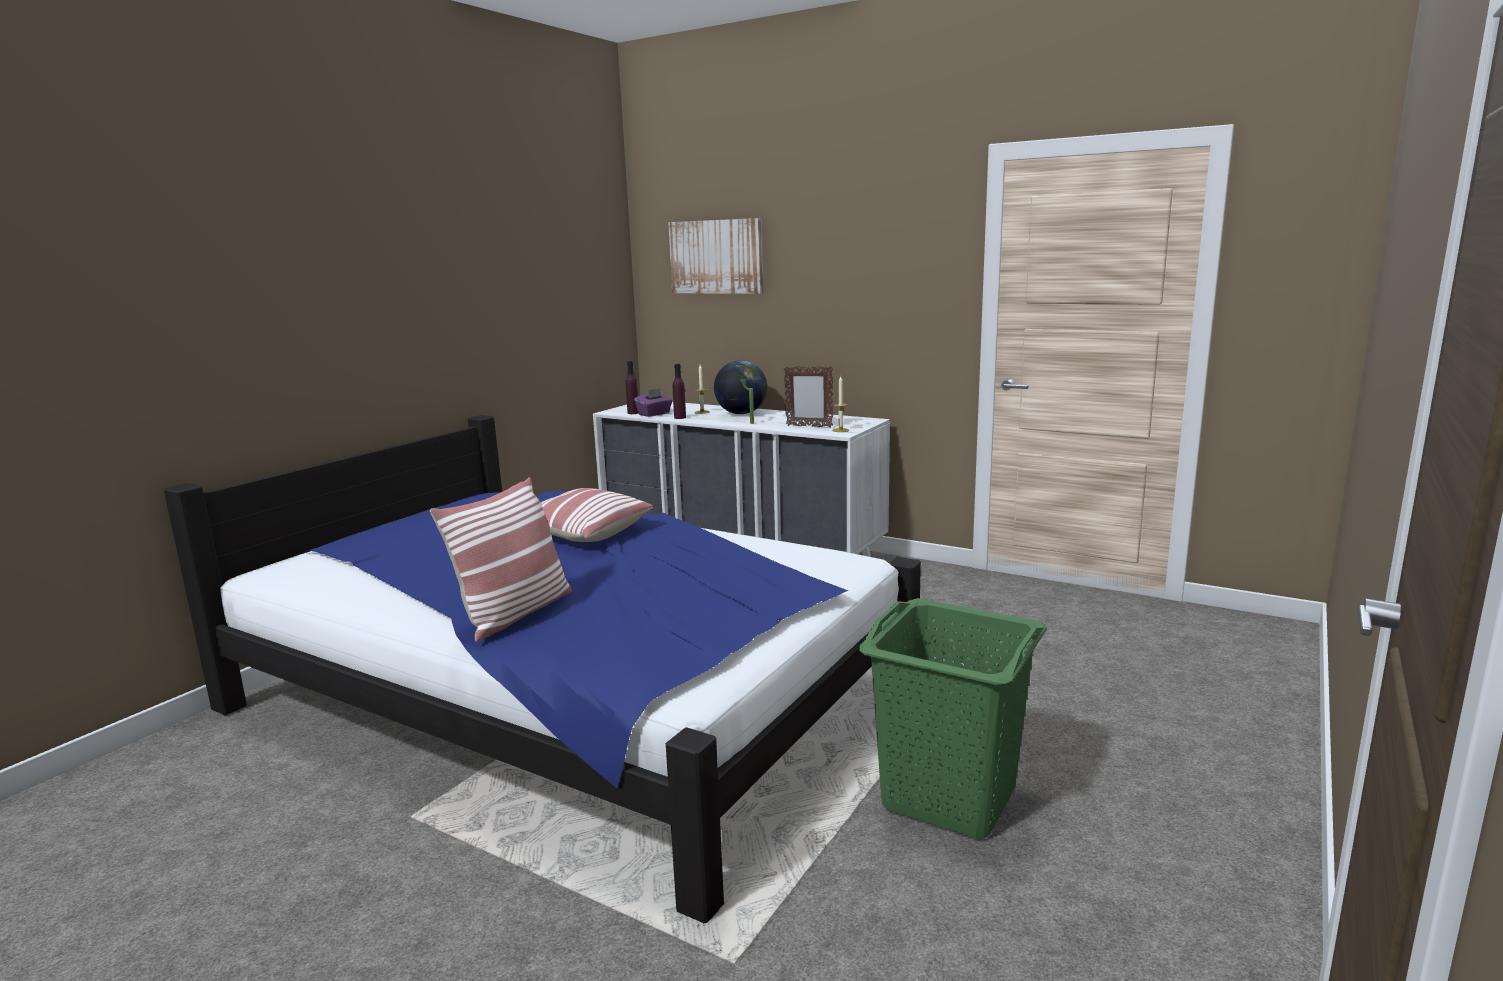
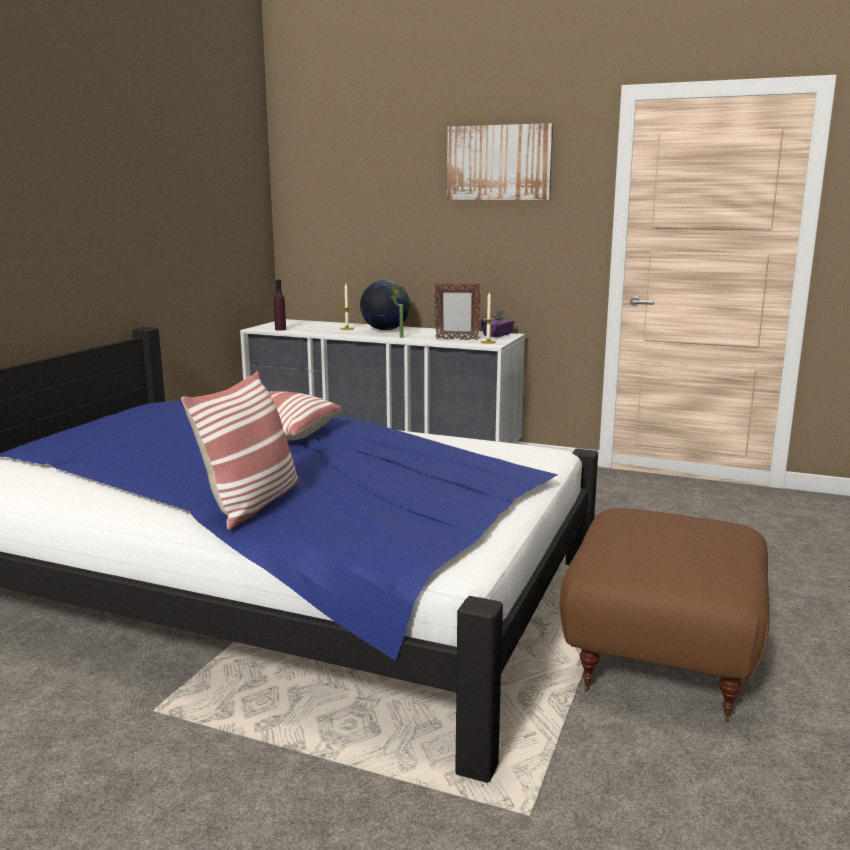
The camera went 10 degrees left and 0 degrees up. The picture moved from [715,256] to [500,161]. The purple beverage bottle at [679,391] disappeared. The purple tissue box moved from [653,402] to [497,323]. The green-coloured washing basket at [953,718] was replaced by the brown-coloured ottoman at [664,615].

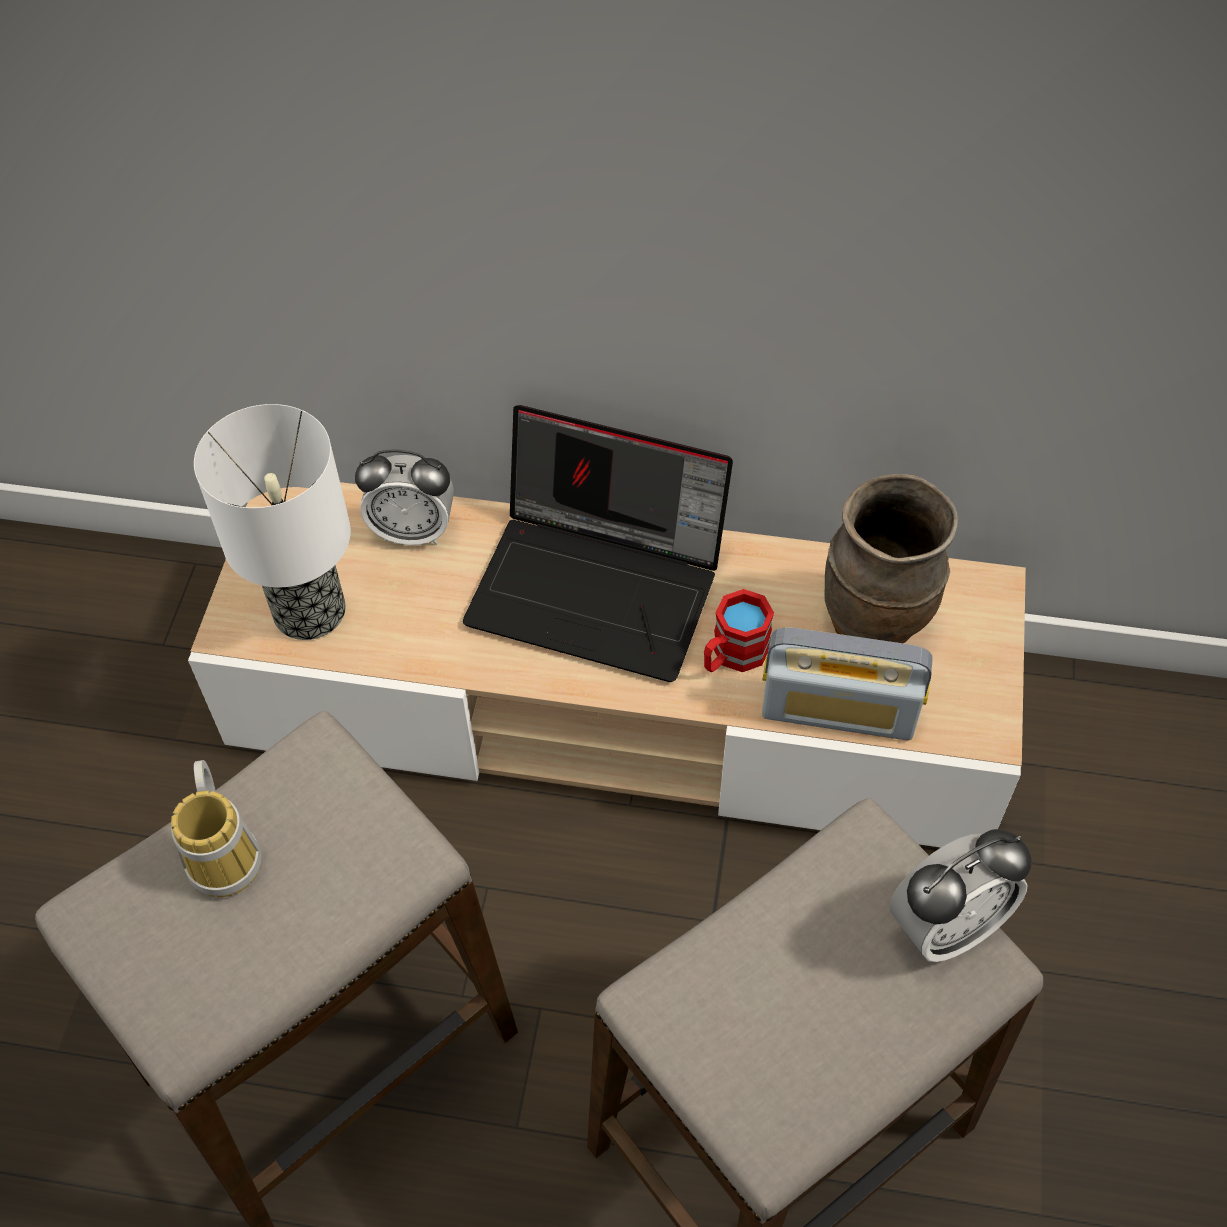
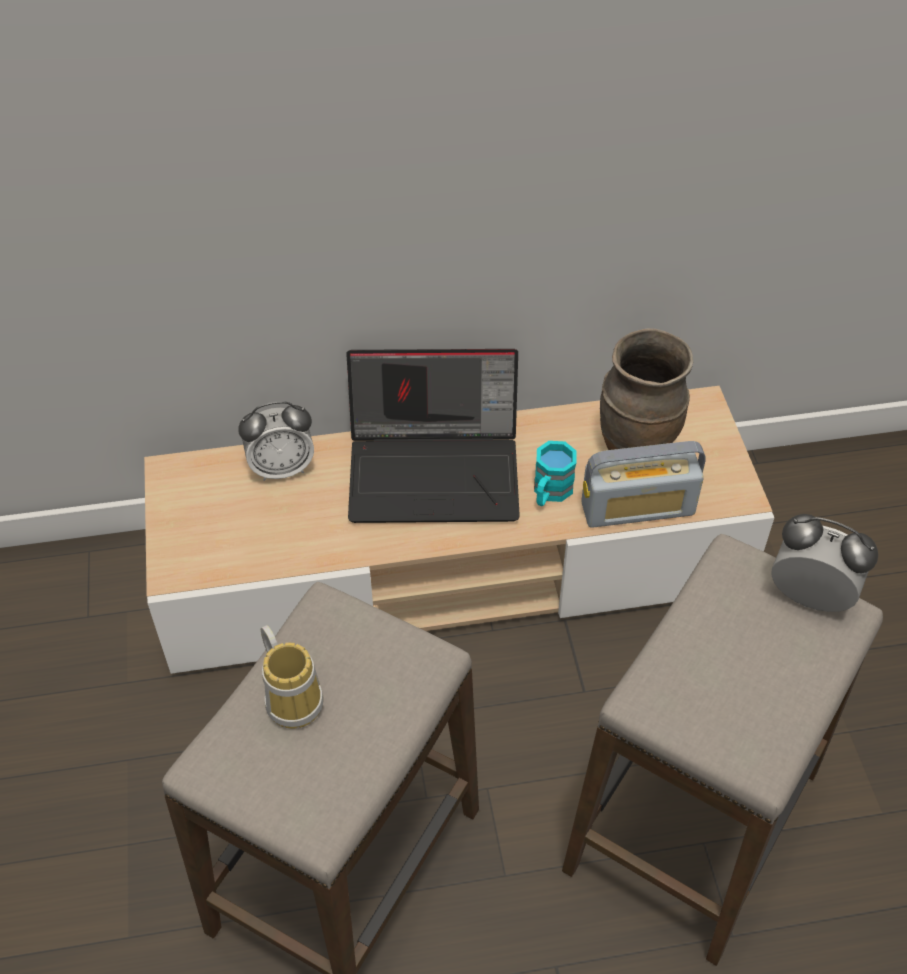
The camera went 20 degrees left and 5 degrees down. The table lamp at [272,522] disappeared. The reddish mug at [739,630] became the turquoise mug at [555,473]. The alarm clock at [960,895] turned 105 degrees counterclockwise.

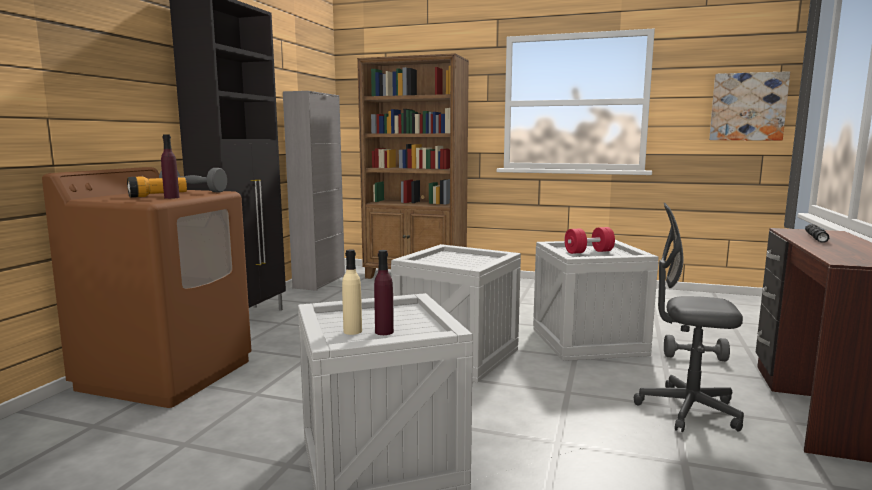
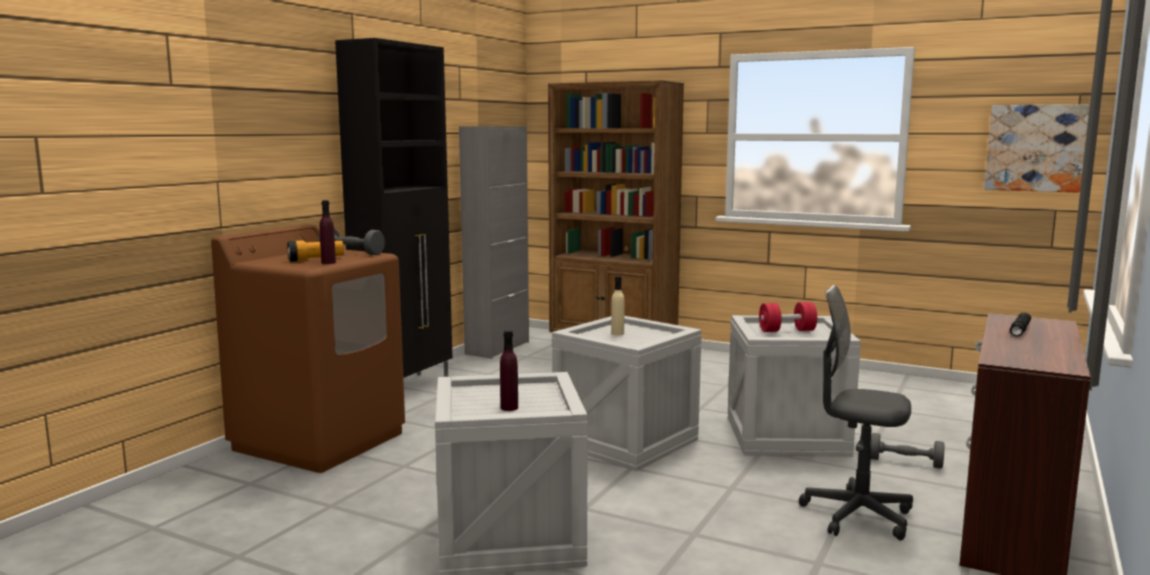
The camera went 10 degrees right and 0 degrees up. The beige beverage bottle moved from [352,292] to [618,305].

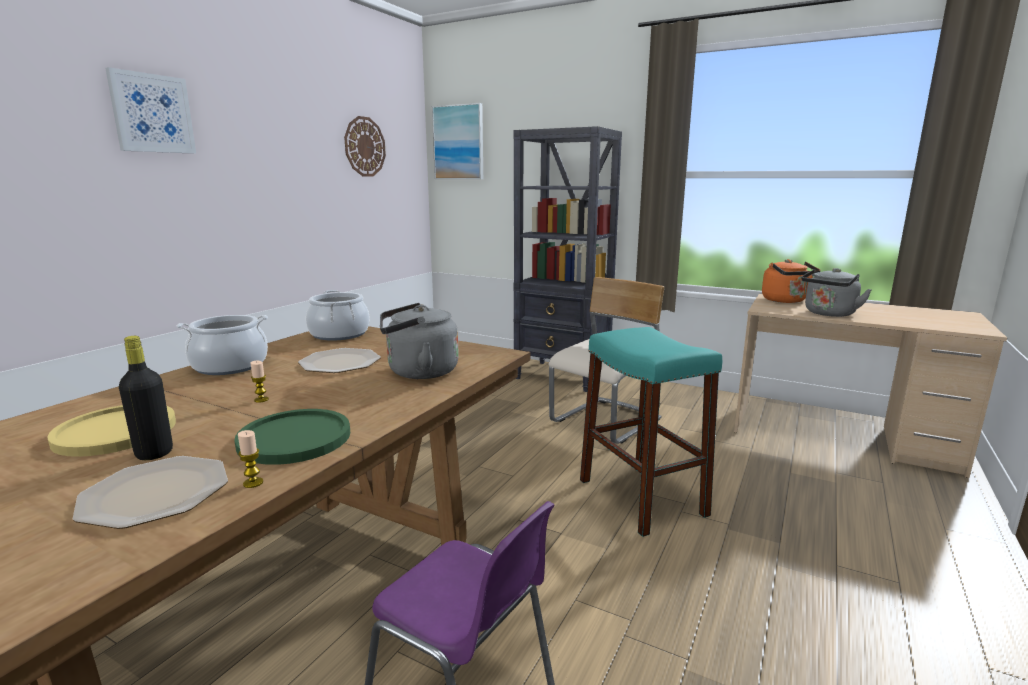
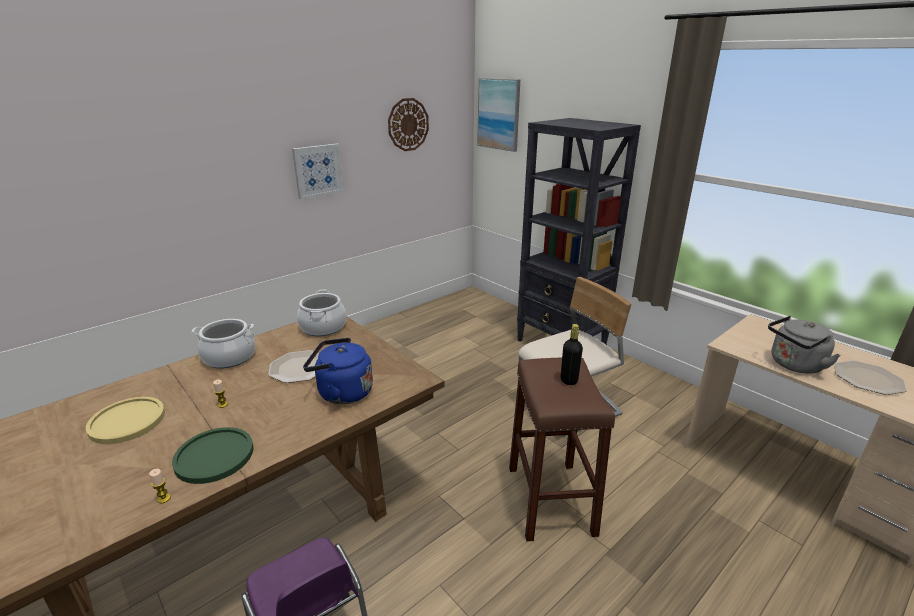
The camera went 20 degrees right and 10 degrees up. The picture moved from [150,110] to [318,172]. The orangey water kettle at [791,281] disappeared. The grey water kettle at [419,341] became the bluish water kettle at [338,371]. The turquoise stool seat at [651,432] became the brown-coloured stool seat at [562,449]. The blackish beverage bottle moved from [146,398] to [572,354]. The flat dish moved from [150,492] to [871,378].

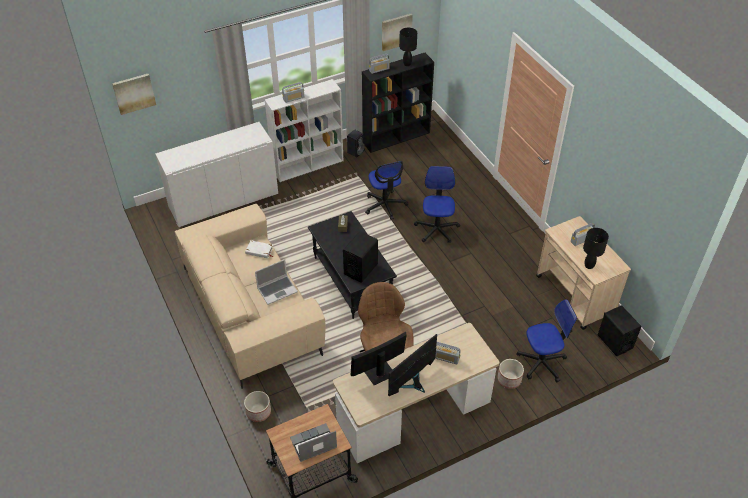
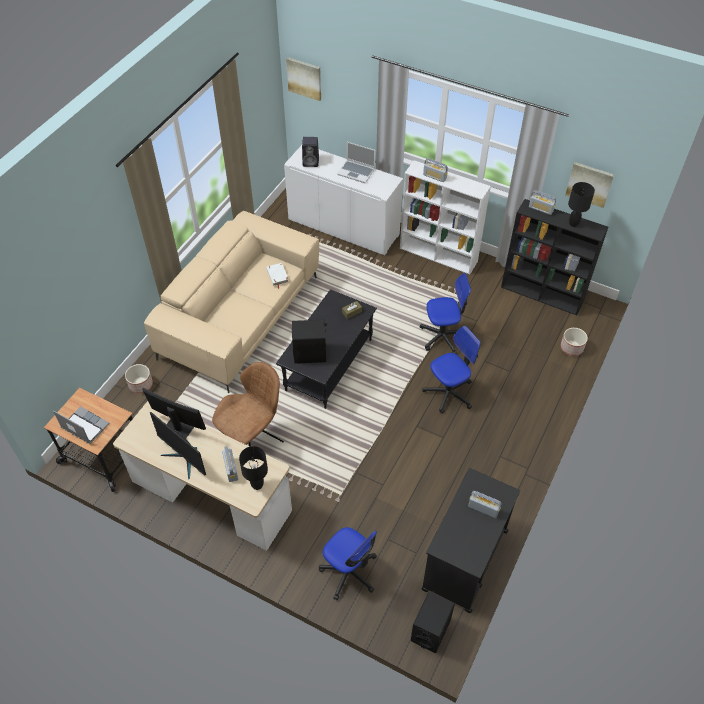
The camera went 55 degrees right and 5 degrees up. The blackish loudspeaker moved from [356,143] to [310,152]. The desk chair at [386,190] turned 135 degrees counterclockwise. The beige wheeled cart at [583,273] became the blackish wheeled cart at [470,540]. The blackish table lamp moved from [596,248] to [253,468]. The portable computer moved from [276,282] to [356,162]. The computer screen at [412,365] turned 150 degrees counterclockwise. The plant pot moved from [510,374] to [574,342].

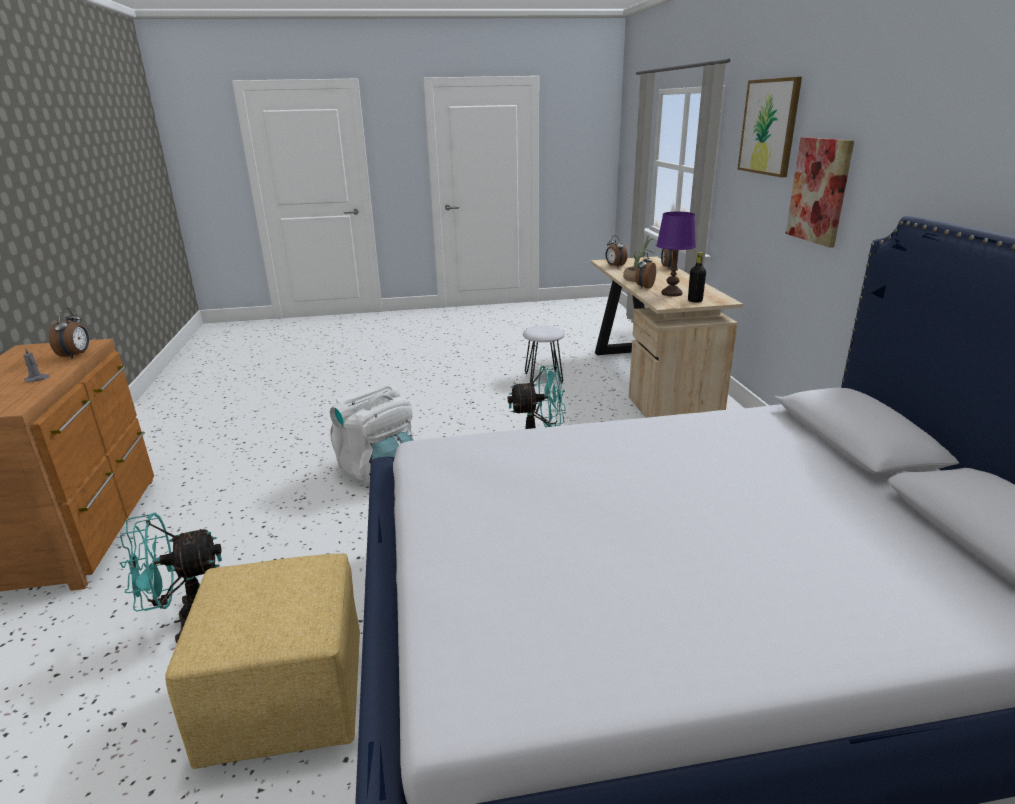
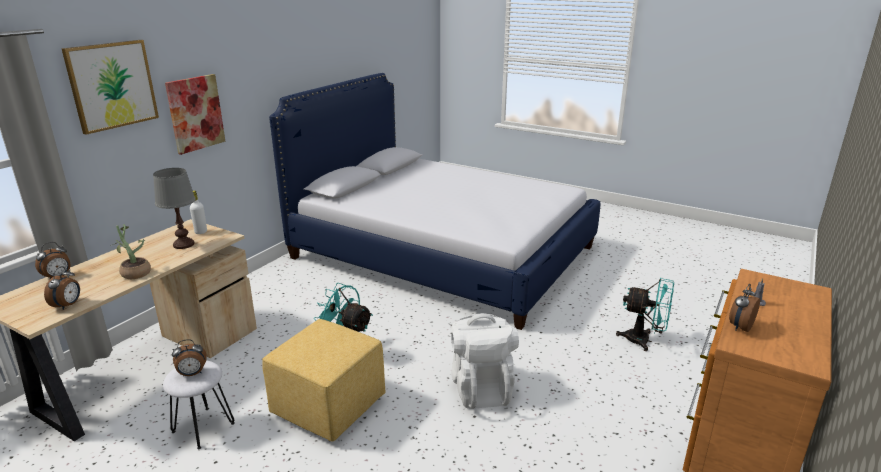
The camera went 140 degrees left and 0 degrees up. The purple table lamp at [676,254] became the grey table lamp at [174,208]. The blackish beverage bottle at [697,277] became the white beverage bottle at [198,212]. The alarm clock moved from [645,271] to [189,358]. The yellow-coloured ottoman moved from [262,661] to [324,380].

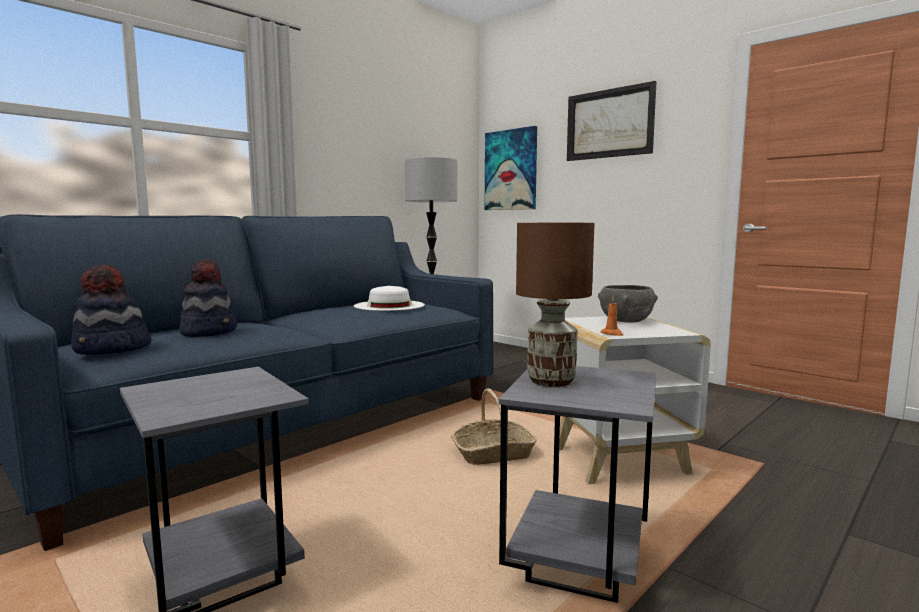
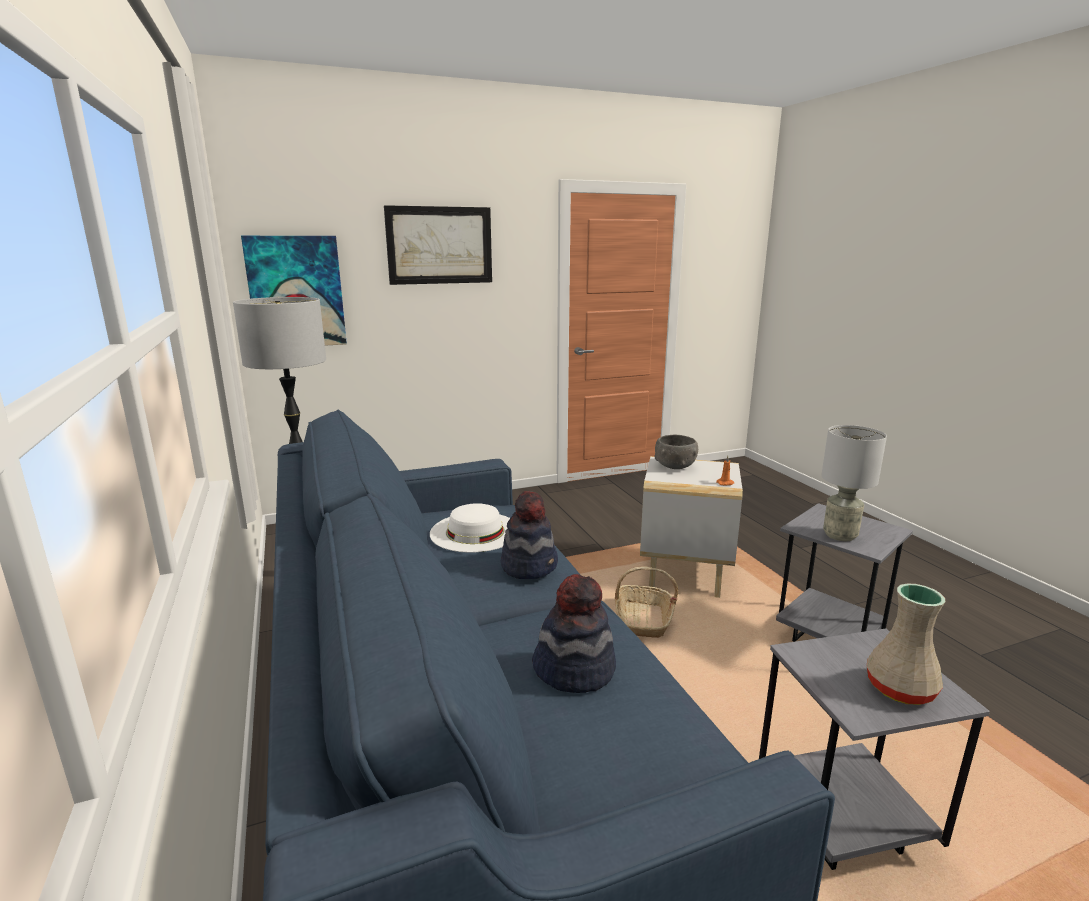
The camera went 65 degrees left and 10 degrees up. The brown-coloured table lamp at [555,305] became the grey table lamp at [854,483]. The wearable hat moved from [111,310] to [529,535]. The beige vase at [906,644] appeared.

